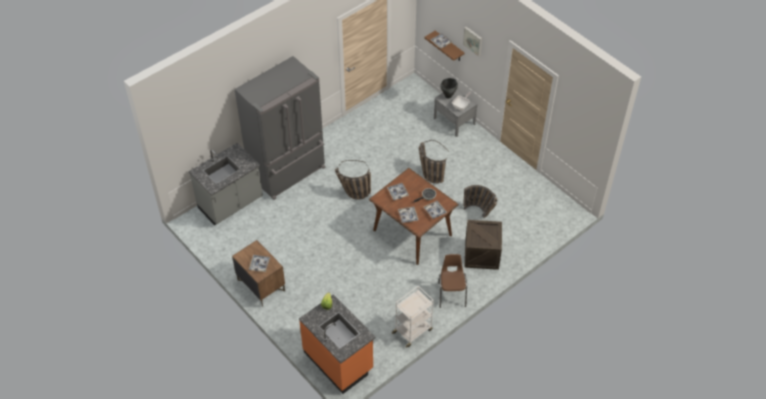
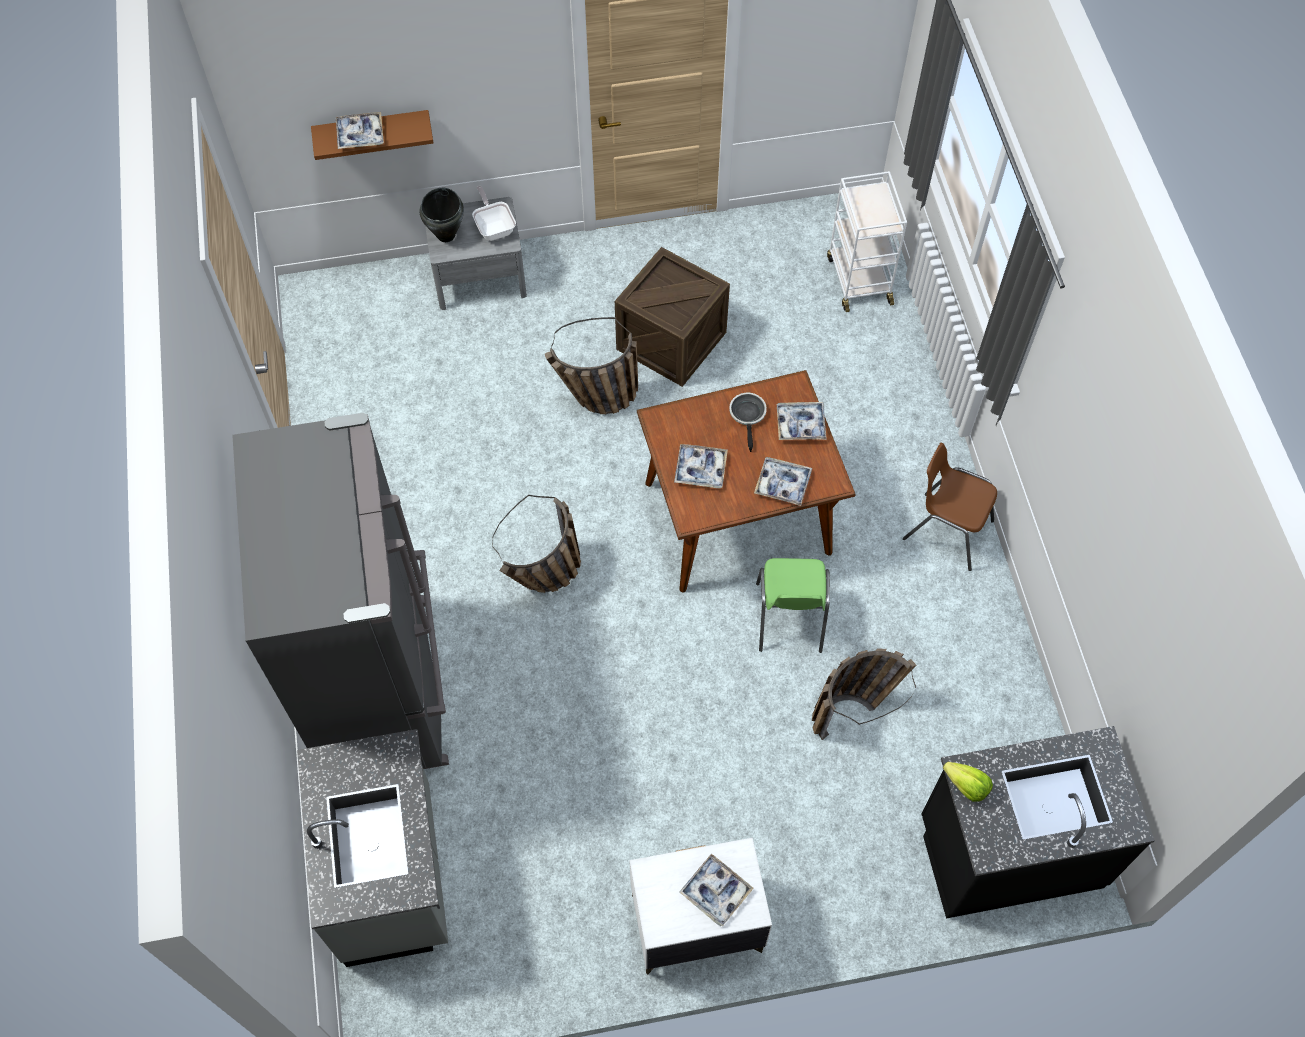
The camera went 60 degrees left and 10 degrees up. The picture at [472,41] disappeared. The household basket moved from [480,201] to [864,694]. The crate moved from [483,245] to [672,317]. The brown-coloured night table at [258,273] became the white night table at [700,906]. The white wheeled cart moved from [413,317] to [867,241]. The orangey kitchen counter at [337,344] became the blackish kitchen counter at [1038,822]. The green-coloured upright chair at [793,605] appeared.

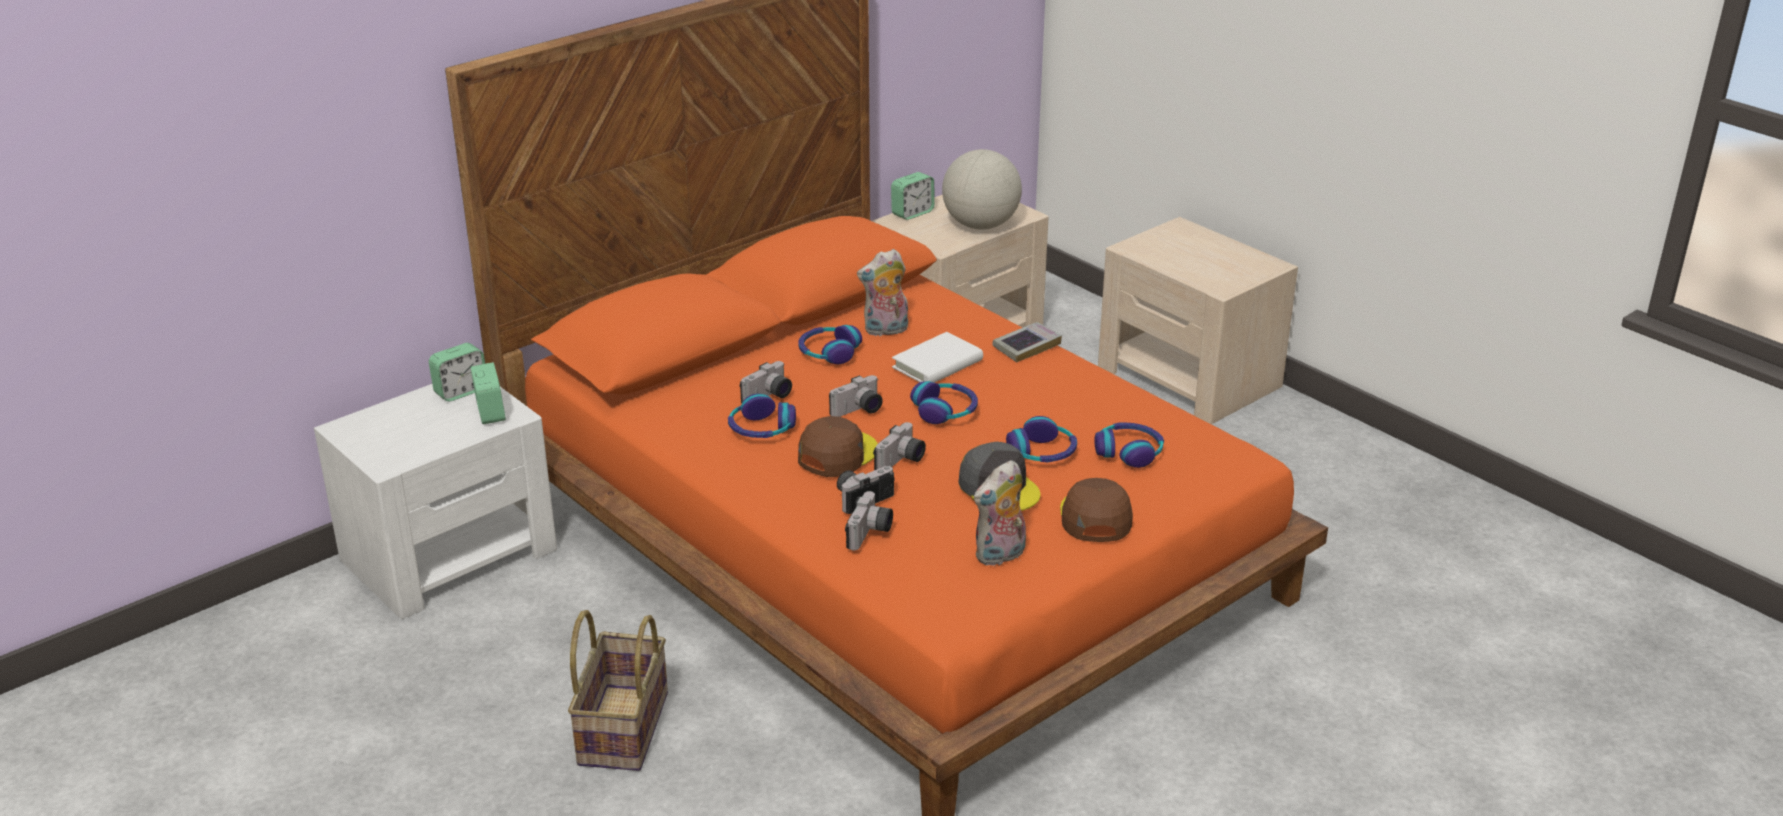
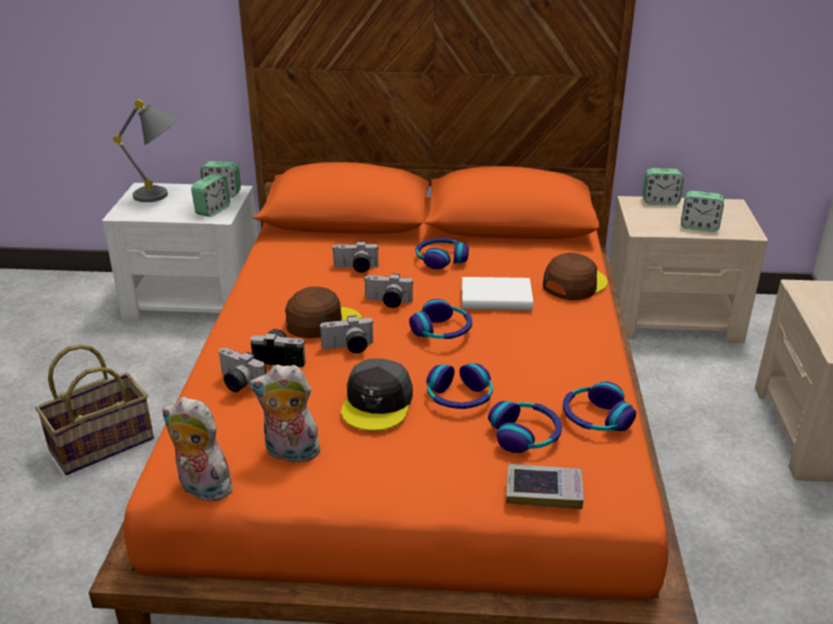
The camera went 45 degrees right and 0 degrees up. The globe at [982,189] was replaced by the alarm clock at [702,211]. The soft toy moved from [882,292] to [198,449]. The book moved from [1027,342] to [545,486]. The headphones moved from [762,416] to [599,406]. The brown-coloured cap moved from [1096,510] to [575,276]. The still camera at [869,520] turned 60 degrees clockwise. The grey table lamp at [146,150] appeared.

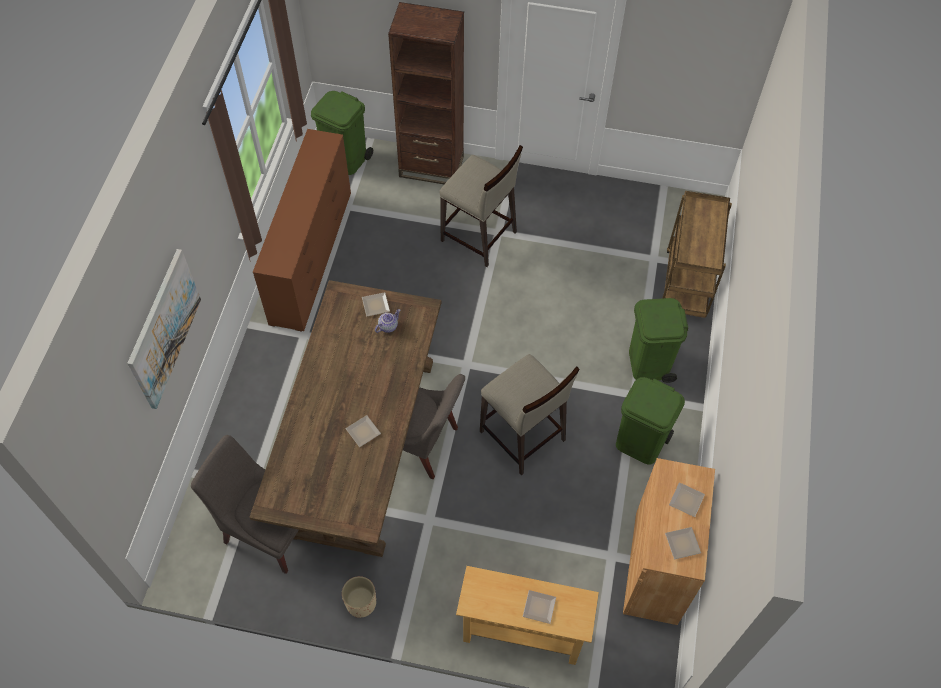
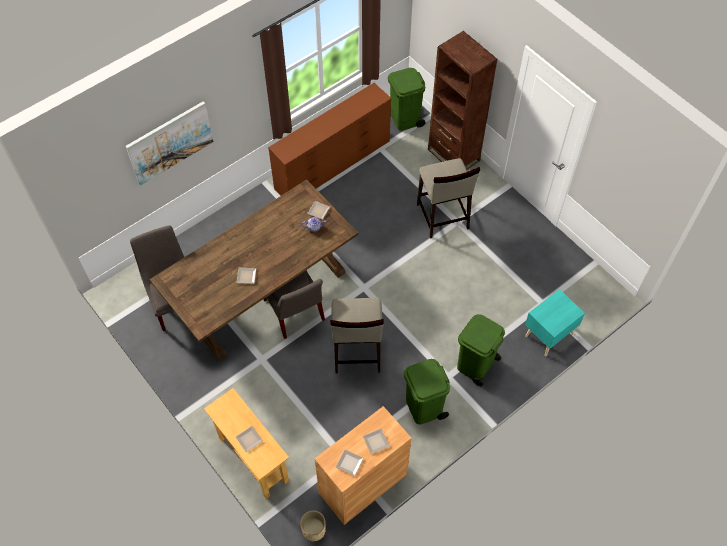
The camera went 40 degrees right and 0 degrees up. The brown-coloured wheeled cart at [697,254] was replaced by the turquoise night table at [555,322]. The beige plant pot moved from [359,597] to [313,525].

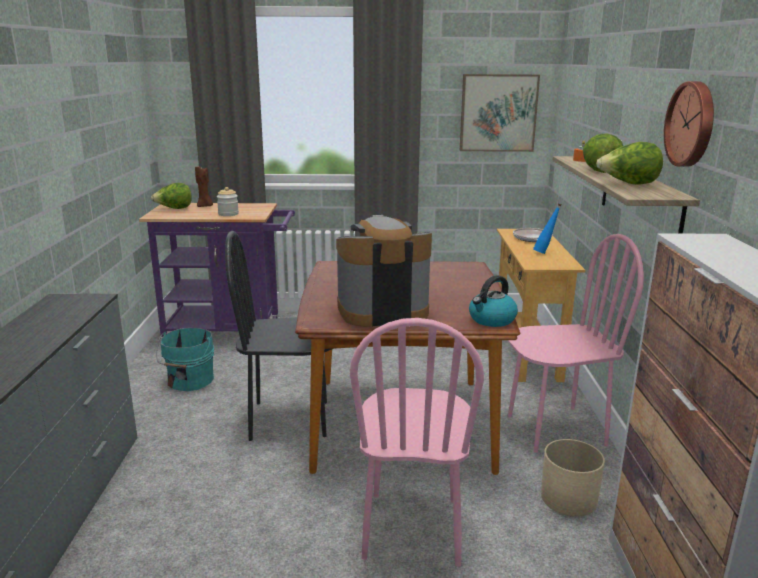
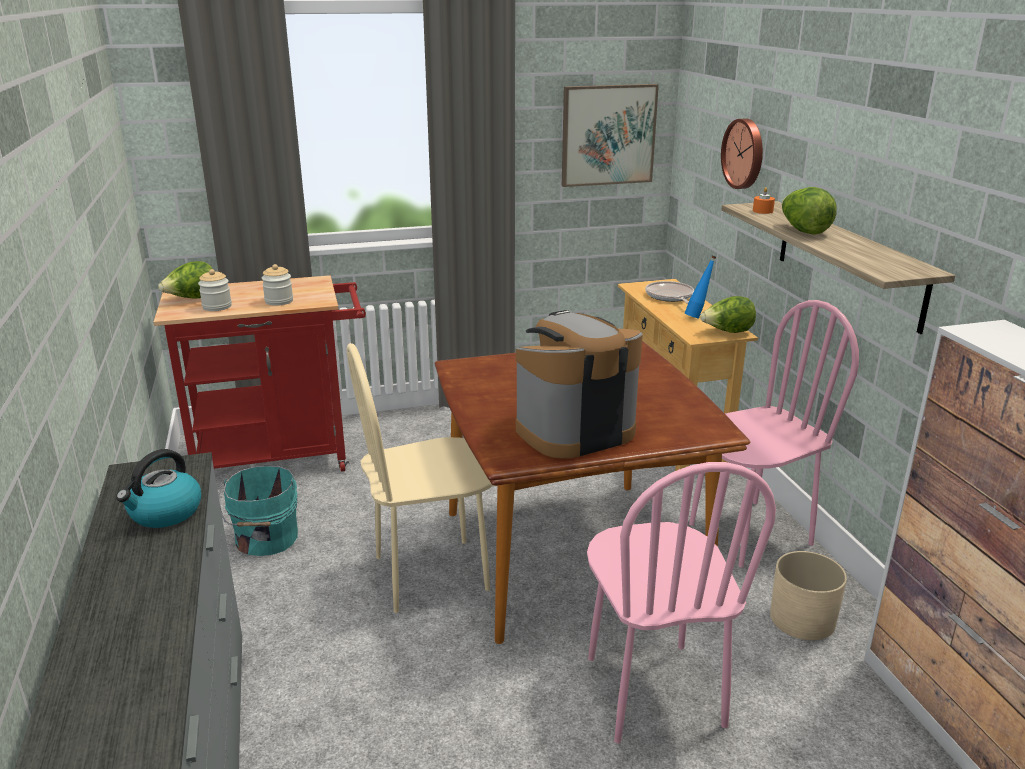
The camera went 15 degrees left and 5 degrees up. The hanging clock moved from [689,124] to [742,154]. The head of lettuce moved from [629,163] to [728,314]. The brown-coloured wax light at [204,187] disappeared. The purple wheeled cart at [217,270] became the reddish wheeled cart at [259,373]. The blackish upright chair at [278,336] became the beige upright chair at [420,478]. The water kettle moved from [493,301] to [158,488]. The storage jar at [215,290] appeared.

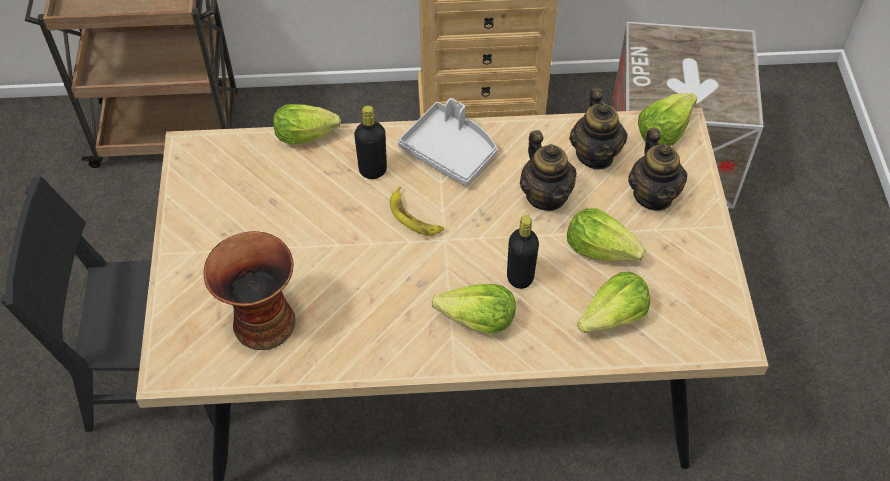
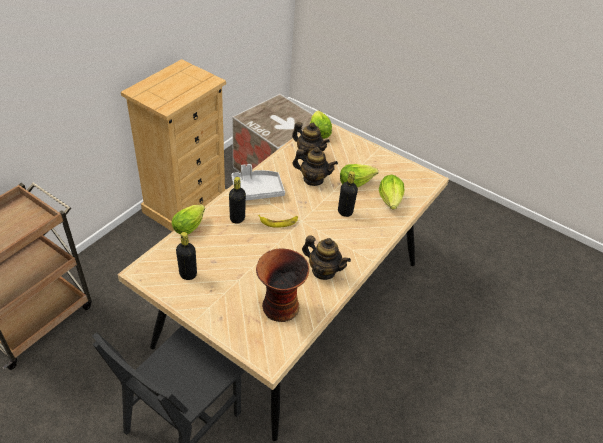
The camera went 55 degrees left and 10 degrees down. The tea pot moved from [657,169] to [326,257]. The head of lettuce at [474,309] disappeared. The blackish beverage bottle at [186,256] appeared.

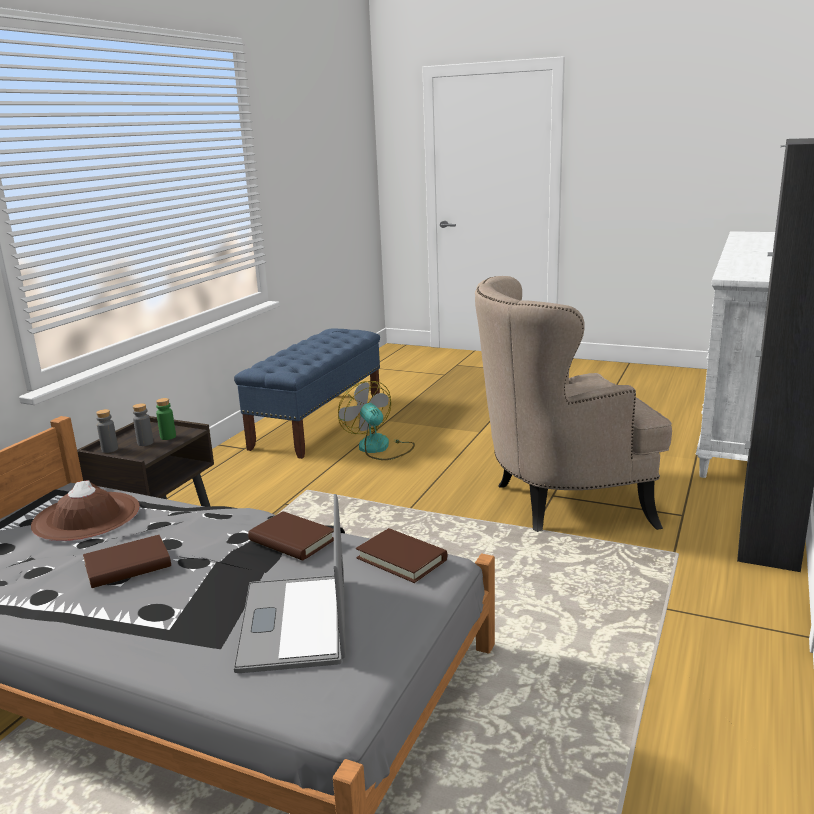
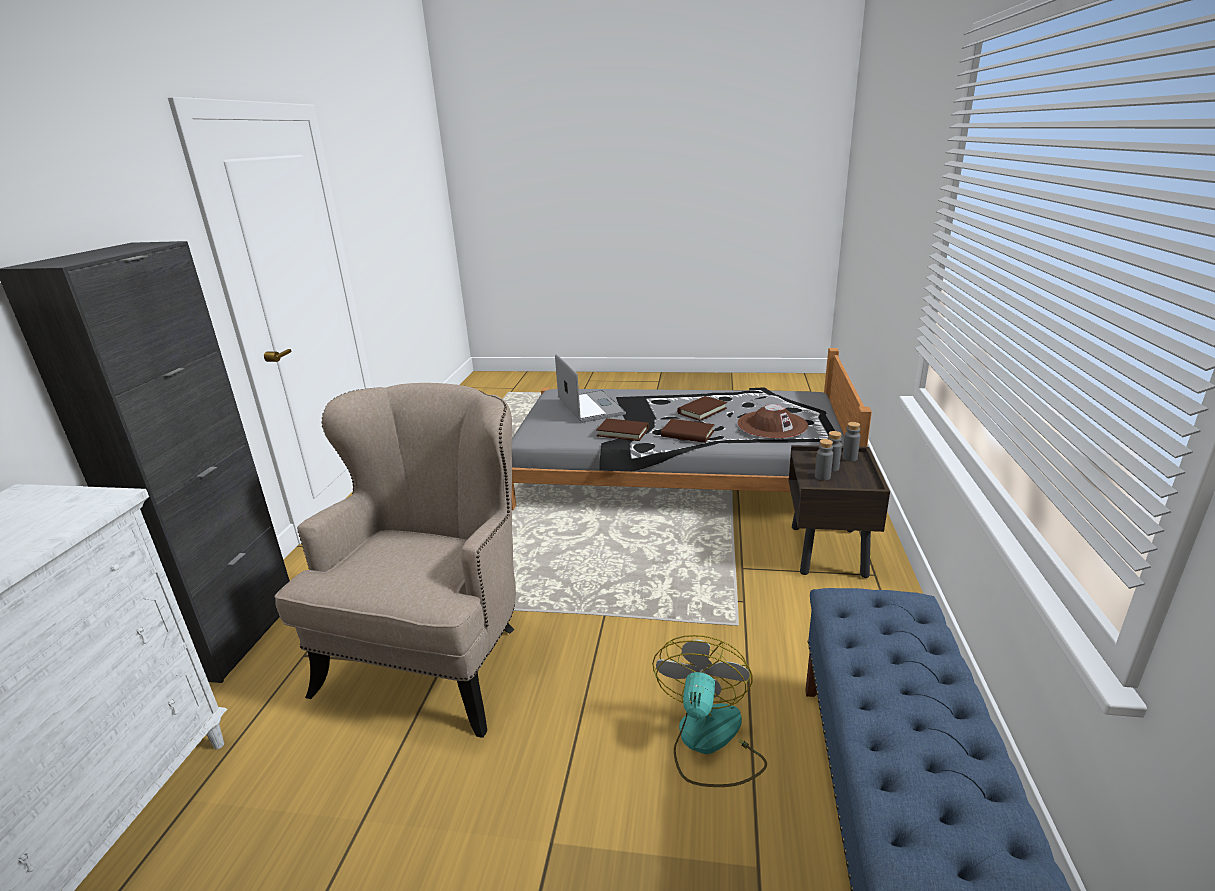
The camera went 165 degrees right and 5 degrees up. The beige lounge chair at [573,404] turned 45 degrees counterclockwise. The cooling fan at [376,420] turned 120 degrees counterclockwise. The green-coloured beverage bottle at [166,419] became the grey beverage bottle at [824,459]. The brown-coloured book moved from [402,555] to [688,431].

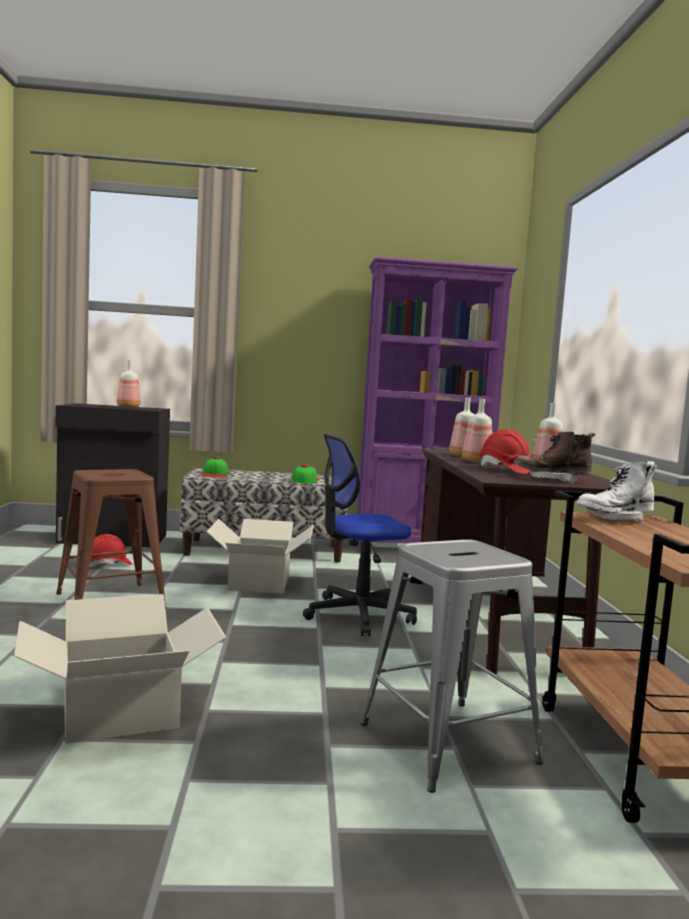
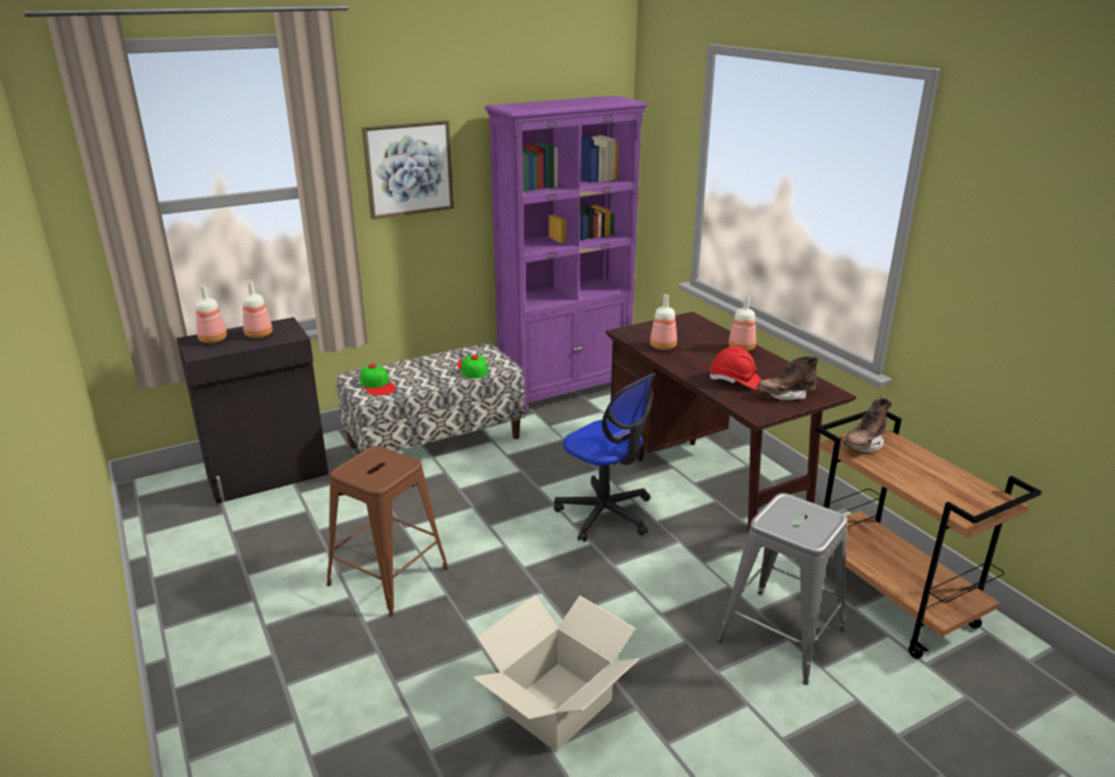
The camera went 25 degrees left and 20 degrees up. The beverage bottle moved from [477,430] to [211,314]. The desk chair at [360,535] turned 90 degrees counterclockwise. The white boot at [617,491] became the brown-coloured boot at [867,423]. The cardboard box at [260,556] disappeared. The reddish work helmet at [110,550] disappeared. The picture at [408,169] appeared.

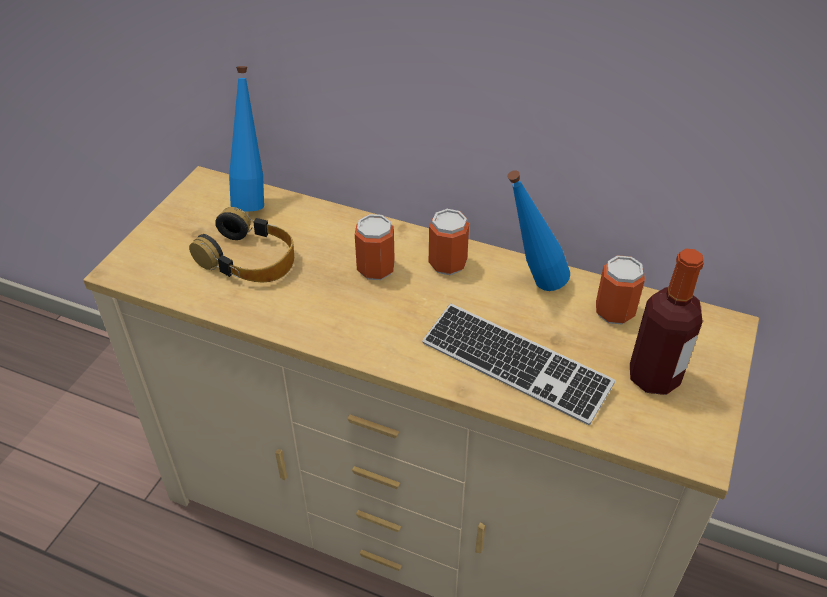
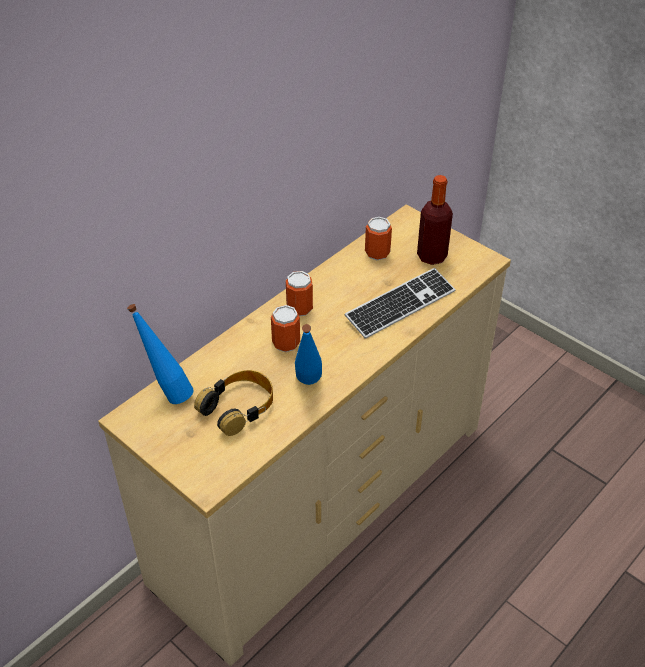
The camera went 70 degrees left and 0 degrees up. The bluish beverage bottle moved from [538,230] to [308,354].

